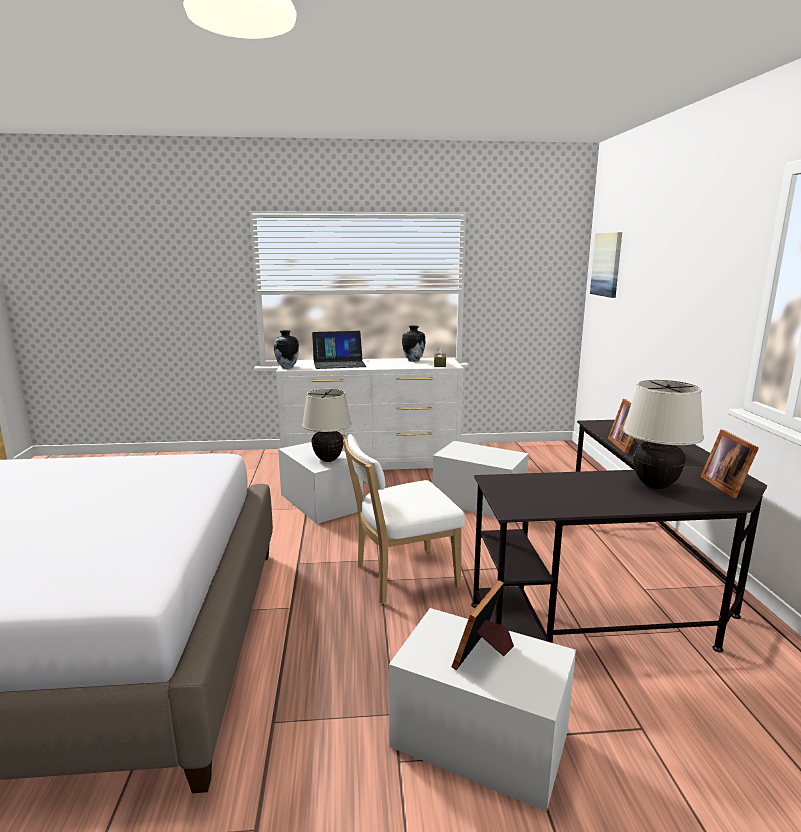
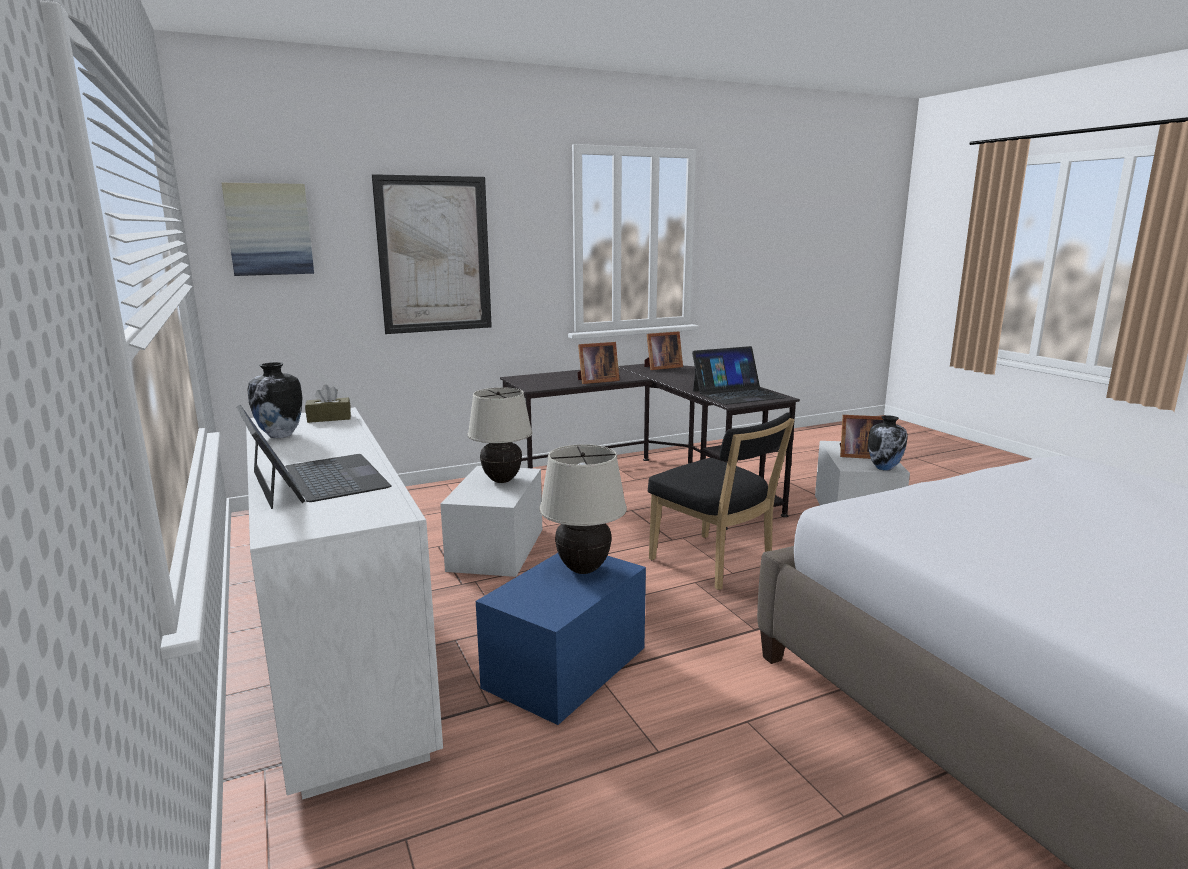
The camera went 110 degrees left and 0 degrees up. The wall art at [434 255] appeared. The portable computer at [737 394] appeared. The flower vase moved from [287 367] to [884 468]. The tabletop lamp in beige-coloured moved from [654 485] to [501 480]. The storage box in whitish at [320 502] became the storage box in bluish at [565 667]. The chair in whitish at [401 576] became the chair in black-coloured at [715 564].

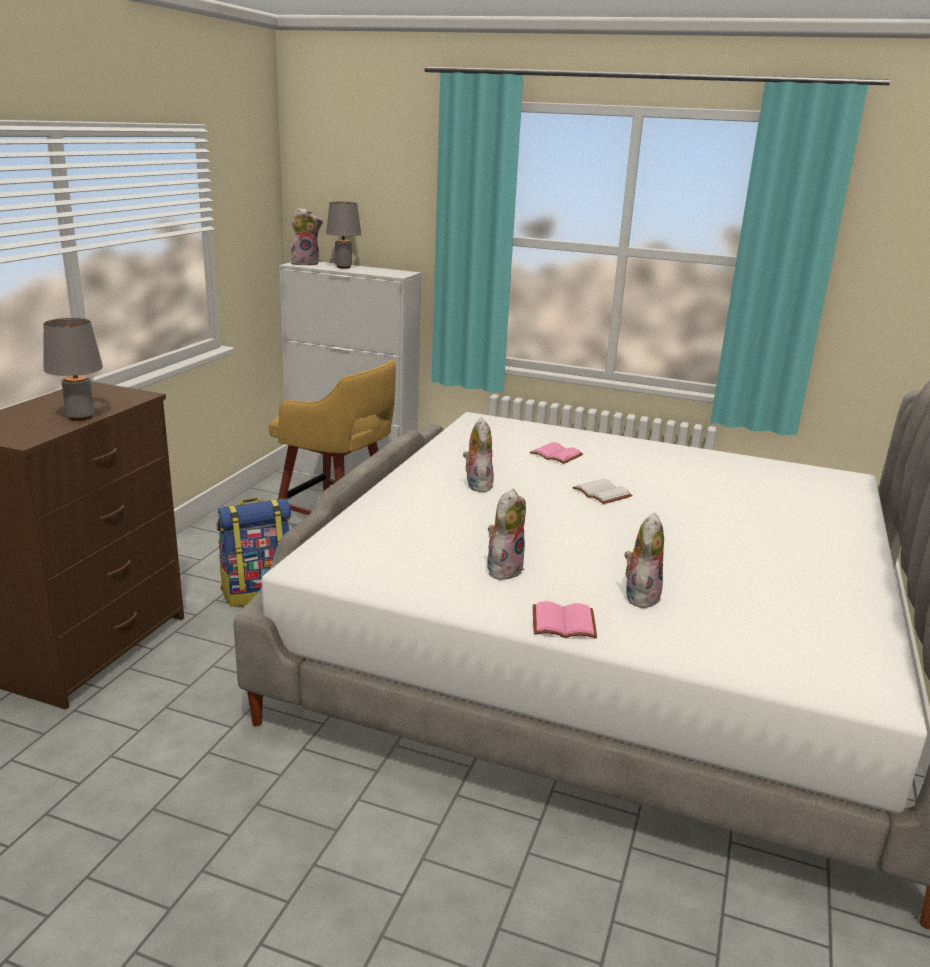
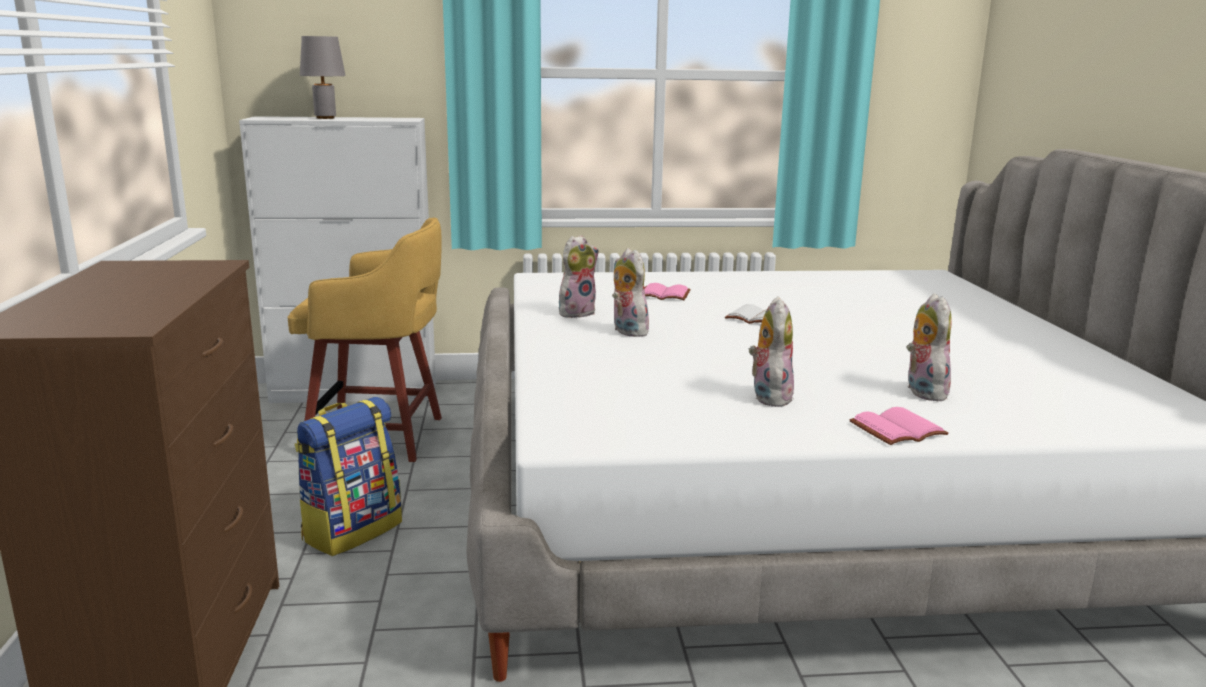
The camera went 25 degrees left and 5 degrees down. The tabletop lamp in gray at [80 417] disappeared. The cuddly toy moved from [306 263] to [576 312].

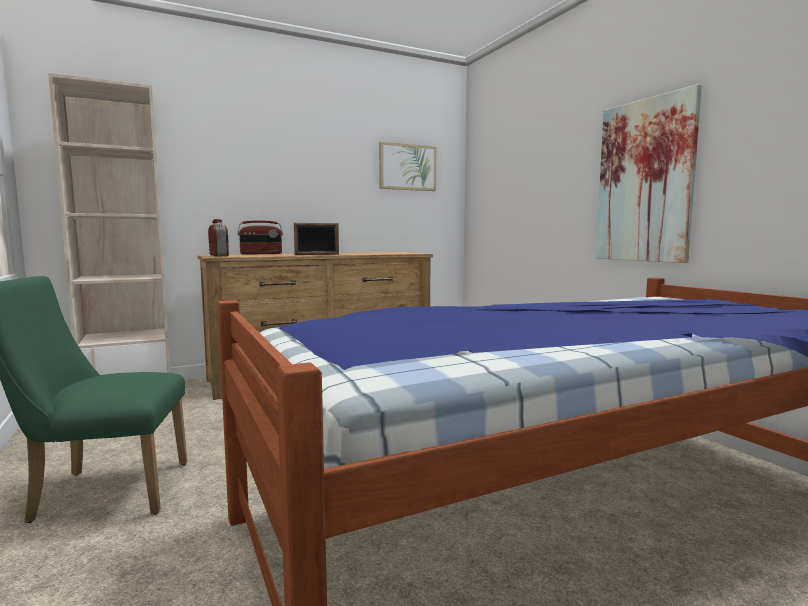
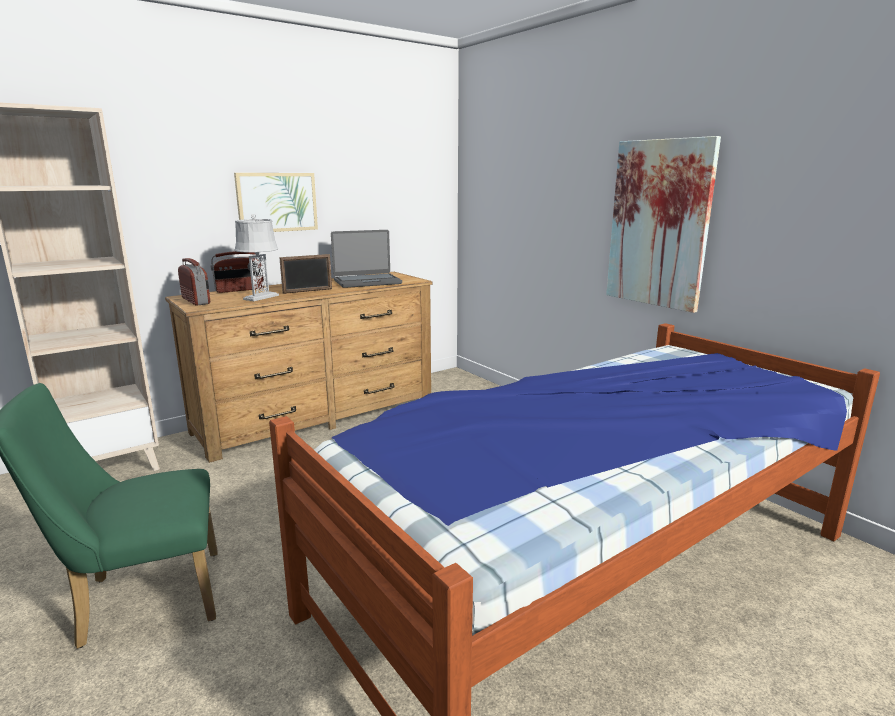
The camera went 10 degrees left and 10 degrees up. The tabletop lamp in gray at [261 297] appeared. The portable computer at [367 282] appeared. The wall art moved from [407 167] to [277 202].

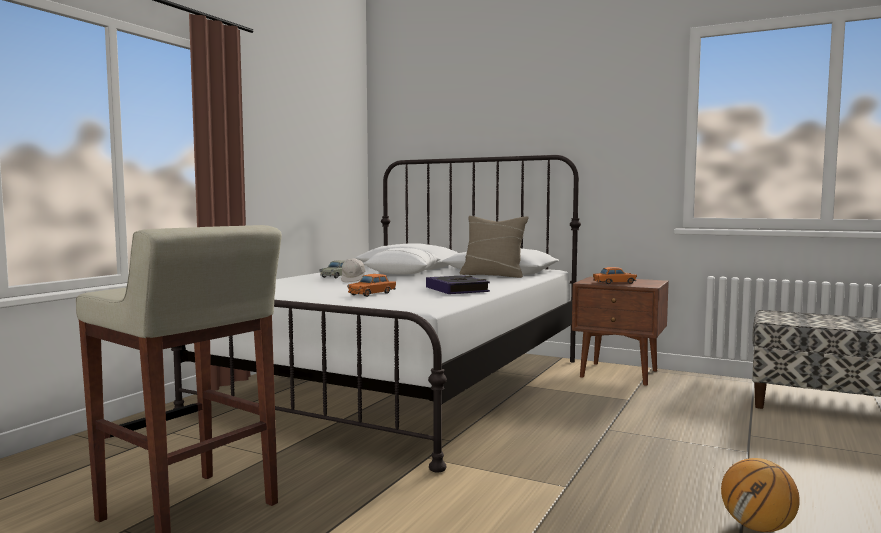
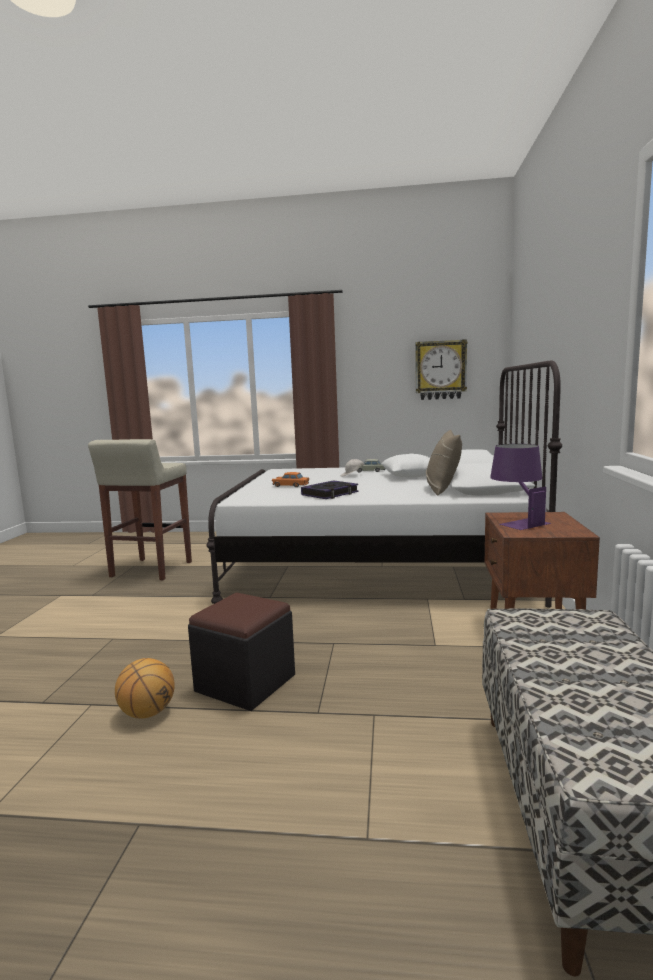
The camera went 70 degrees right and 5 degrees up. The ottoman in black-coloured at [245 683] appeared. The clock on the wall at [440 370] appeared. The model car in orangey at [614 283] was replaced by the tabletop lamp in purplish at [517 522].

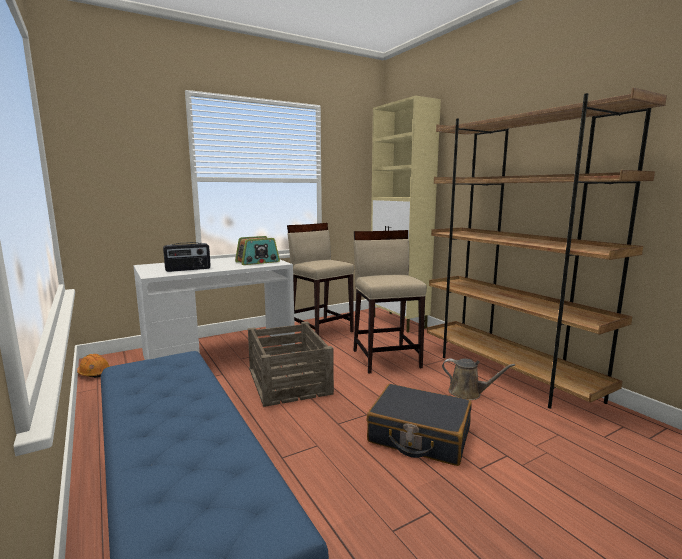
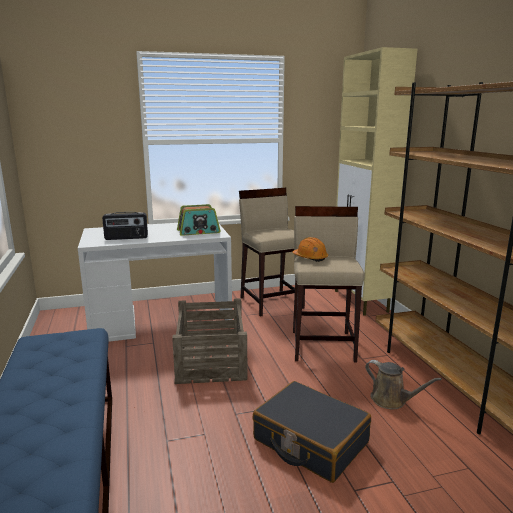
The camera went 15 degrees right and 5 degrees up. The safety helmet in orangey moved from [94 373] to [310 258].

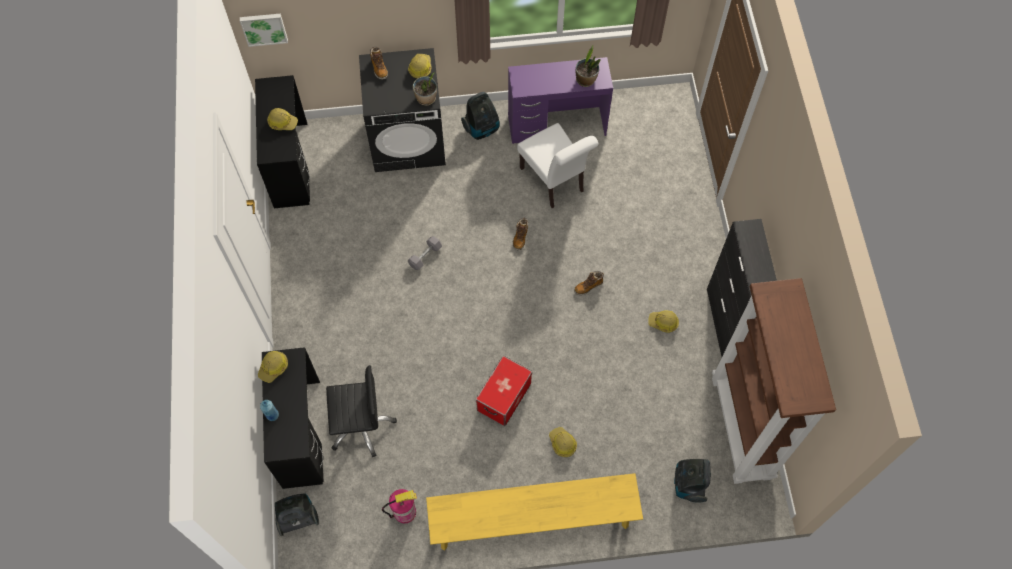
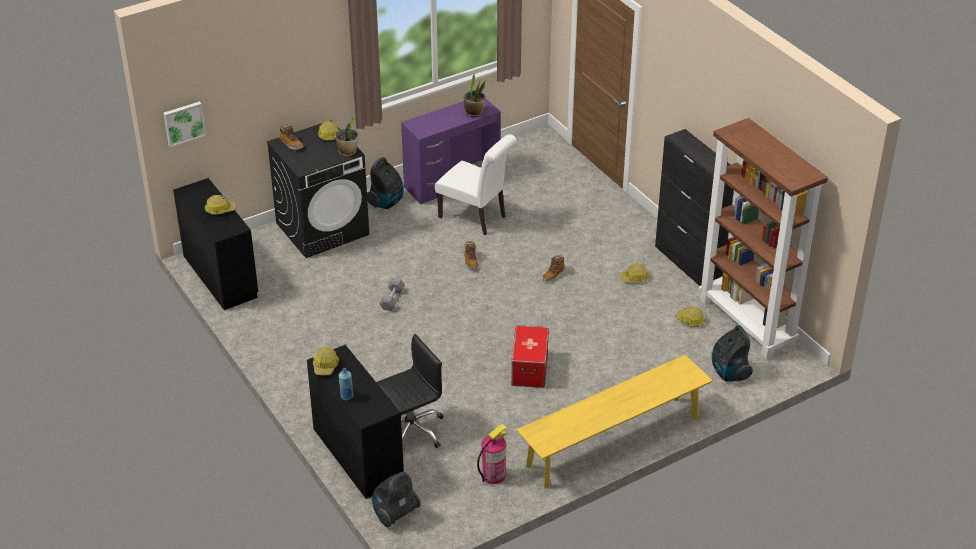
The camera went 25 degrees left and 25 degrees down. The safety helmet moved from [562 443] to [690 320].

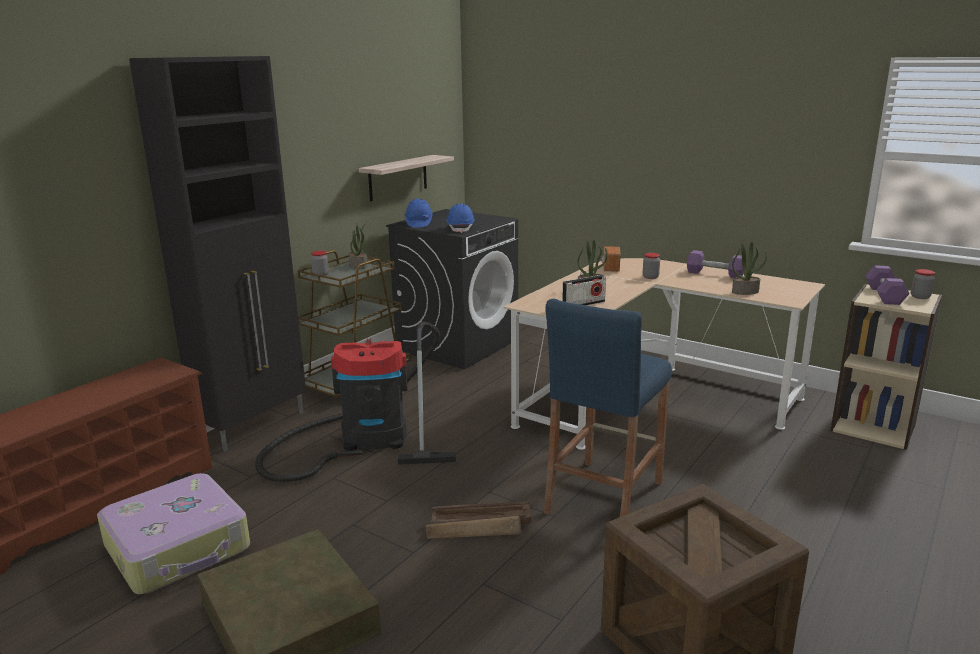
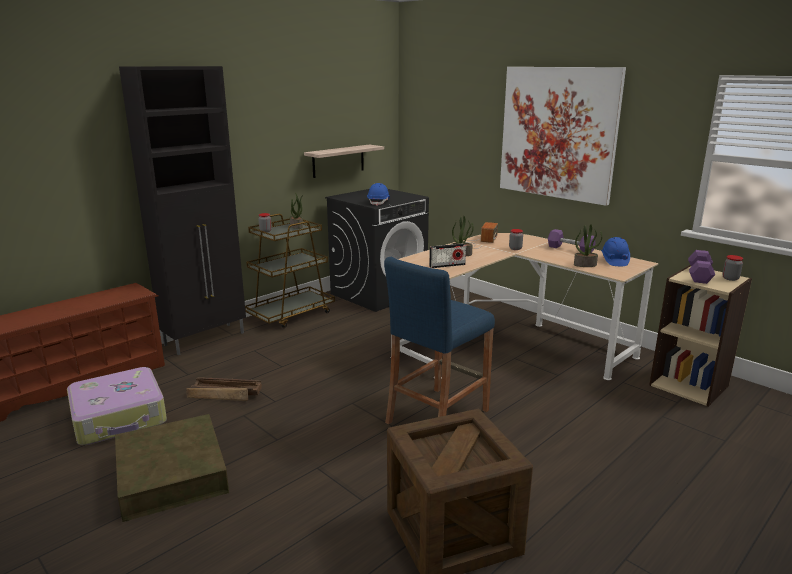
The camera went 10 degrees right and 0 degrees up. The vacuum at [366 440] disappeared. The wall art at [558 133] appeared. The safety helmet in bluish moved from [418 223] to [614 261]. The crate moved from [480 528] to [225 395].

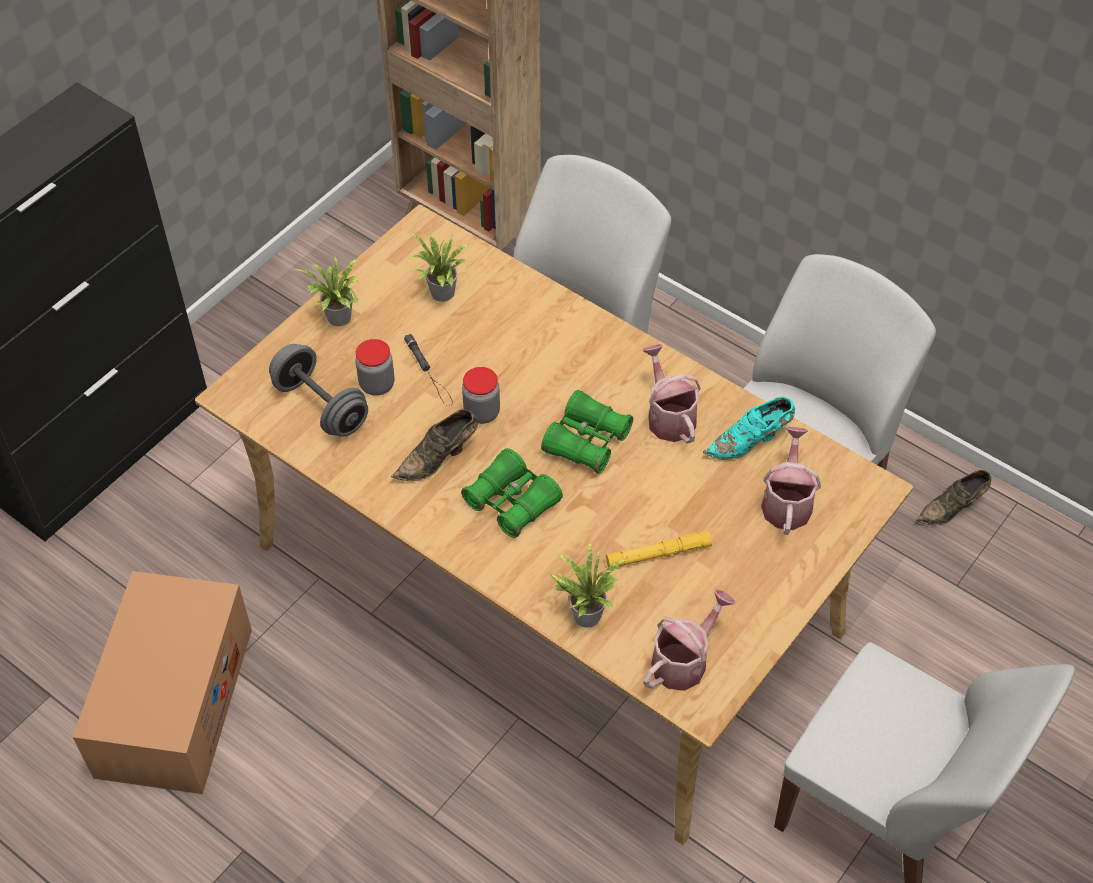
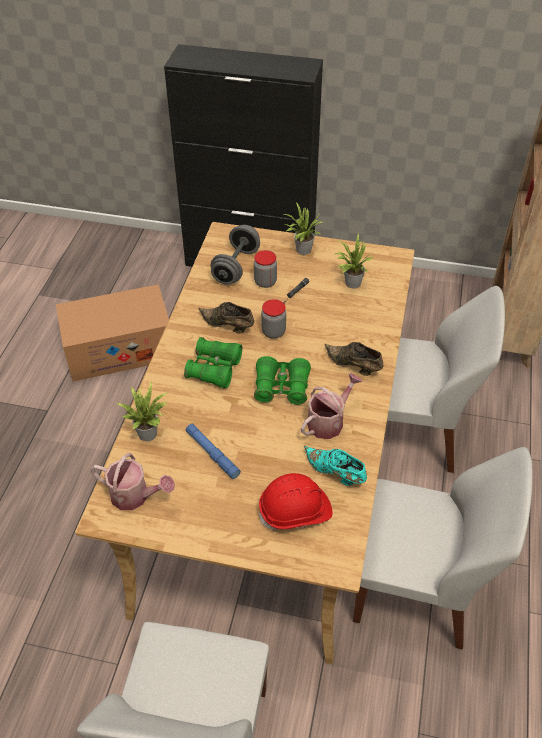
The camera went 65 degrees right and 5 degrees down. The shoe in brownish moved from [953 508] to [354 366]. The watering can at [787 502] was replaced by the safety helmet in red-coloured at [295 512]. The torch in yellow-coloured at [658 554] became the torch in bluish at [212 454].

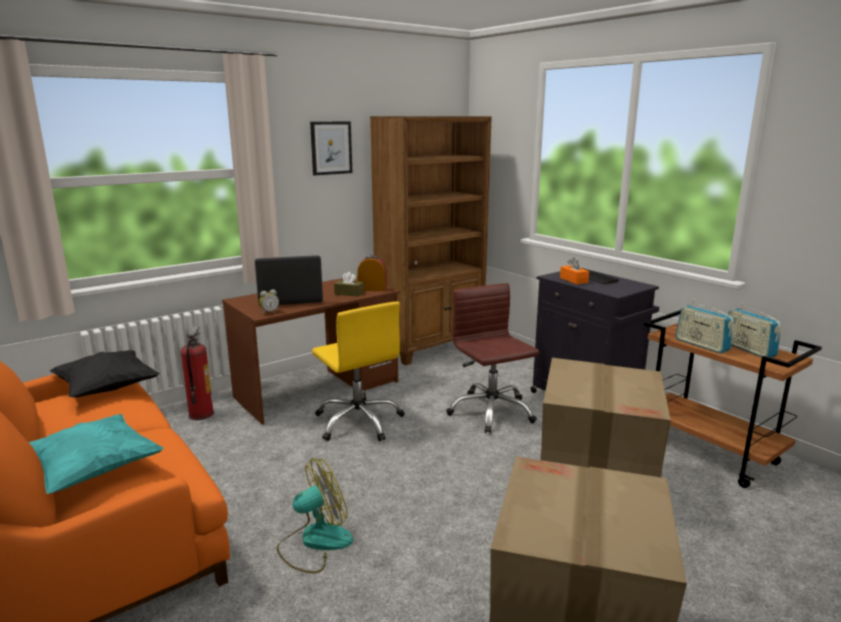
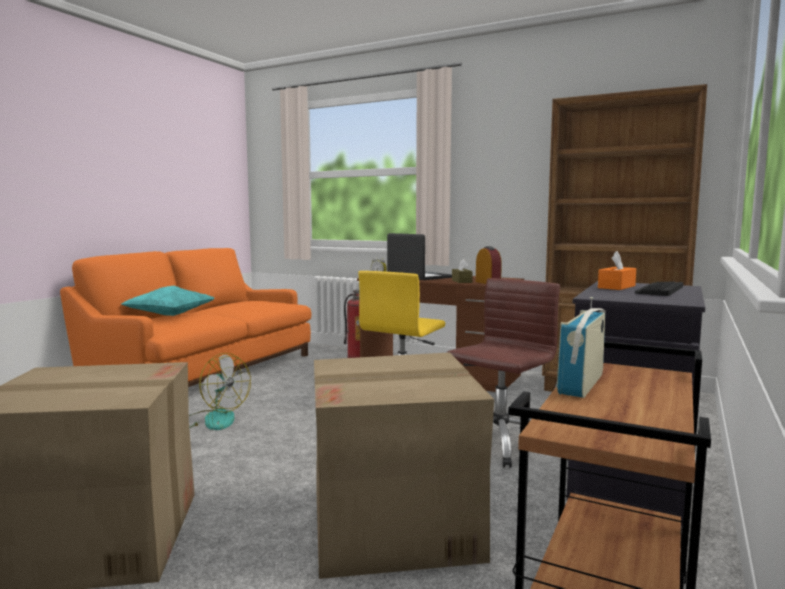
The camera went 65 degrees right and 10 degrees down. The pillow in black-coloured at [107 389] disappeared. The wall art at [331 148] disappeared. The radio receiver at [748 349] disappeared.

